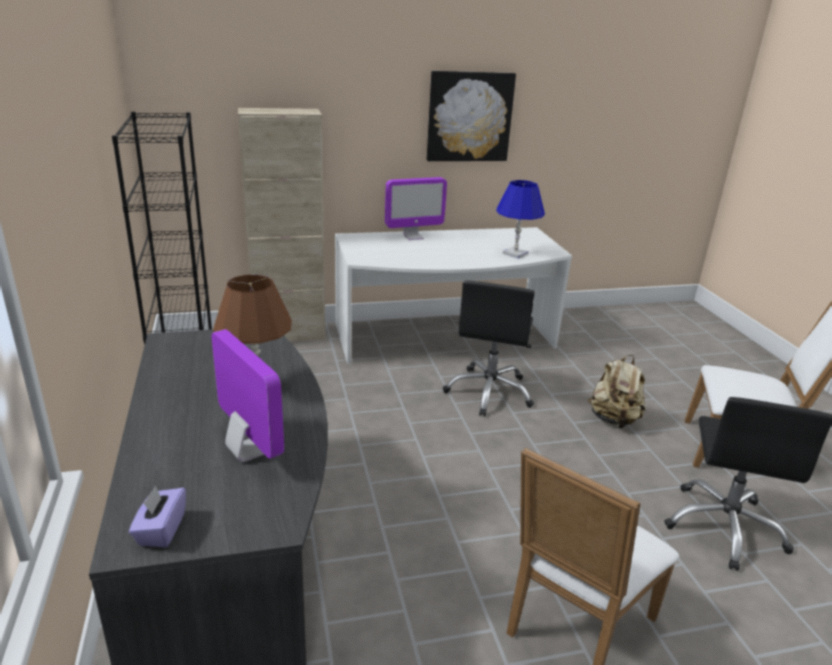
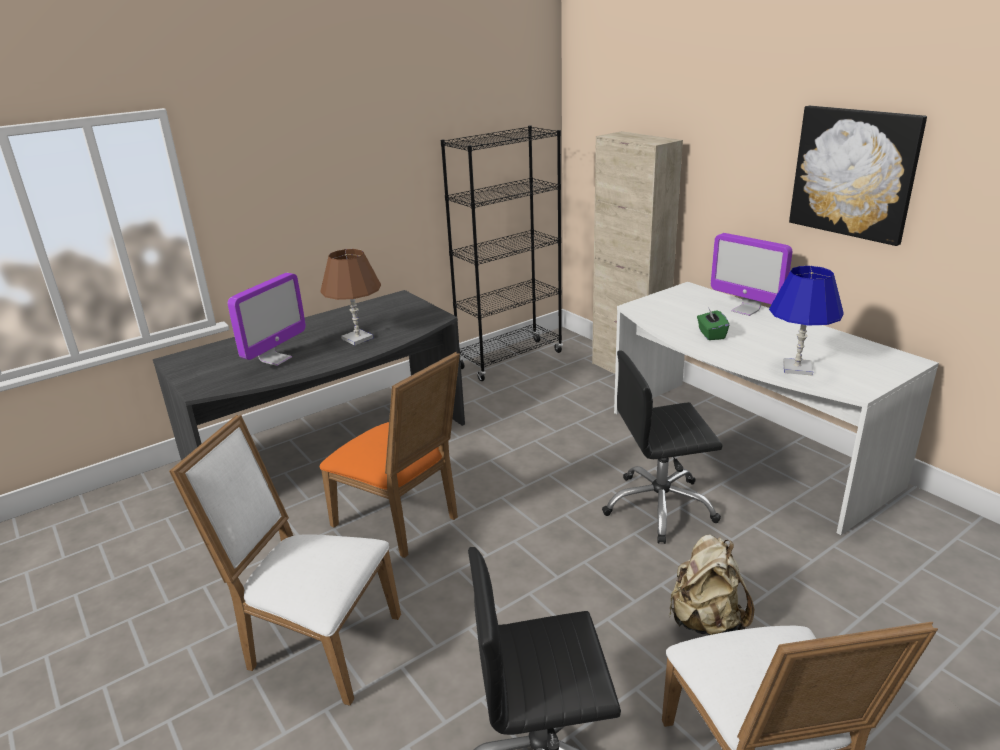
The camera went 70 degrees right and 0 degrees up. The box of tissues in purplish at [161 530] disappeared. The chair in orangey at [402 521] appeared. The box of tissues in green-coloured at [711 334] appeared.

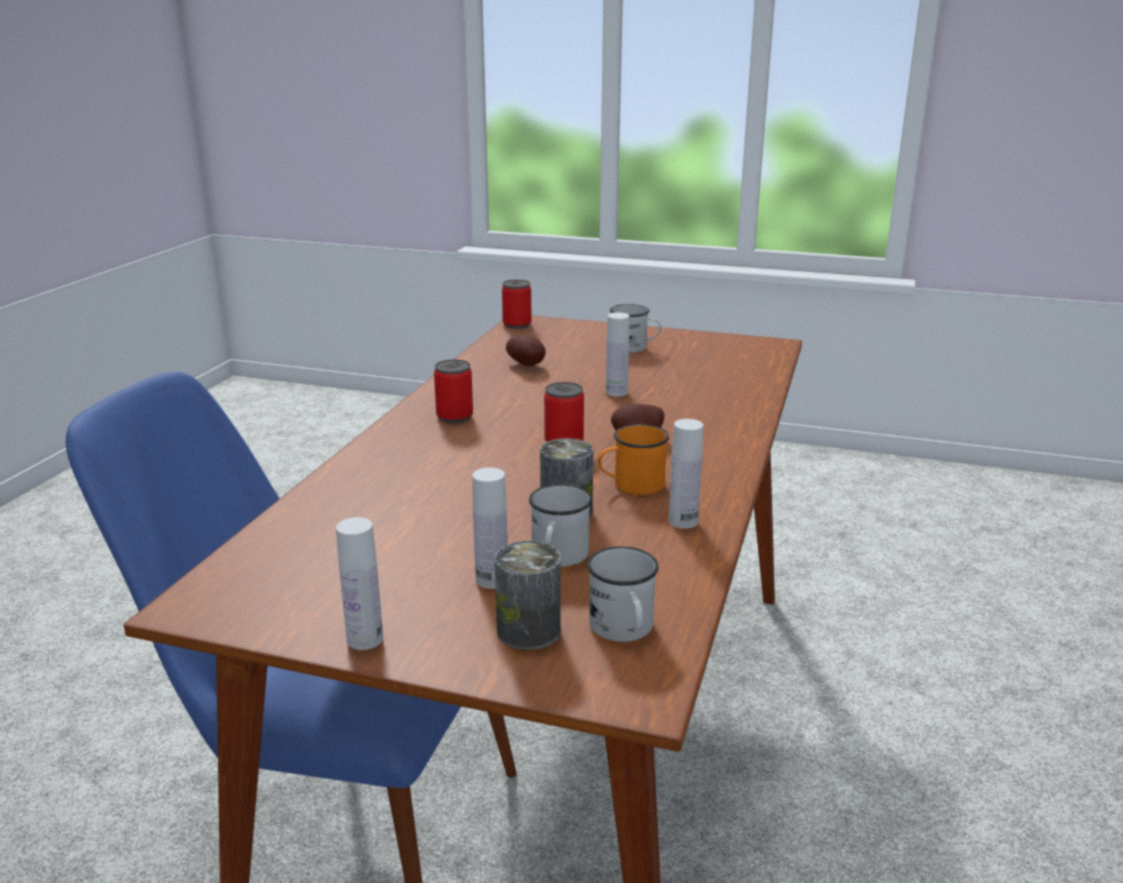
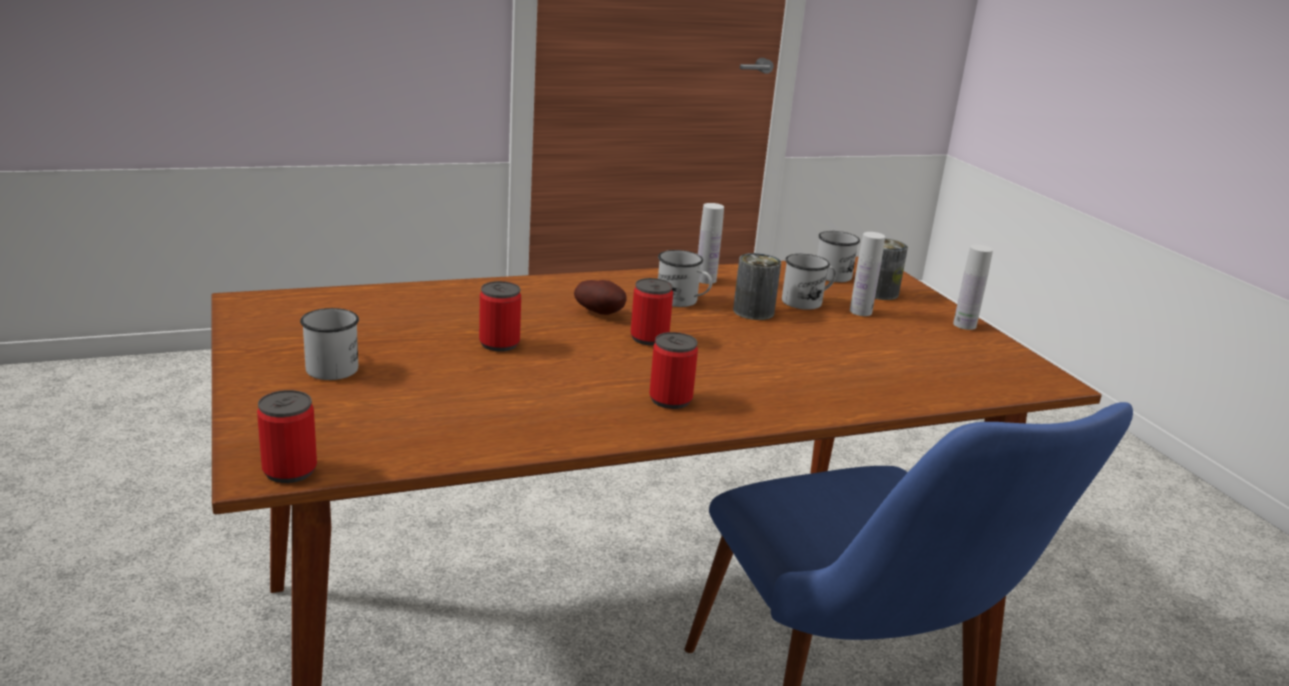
The camera went 130 degrees left and 0 degrees up. The whole potato at [527 365] disappeared. The bottle in whitish at [616 392] was replaced by the can at [499 344]. The mug in orangey at [631 485] became the mug in whitish at [682 301].

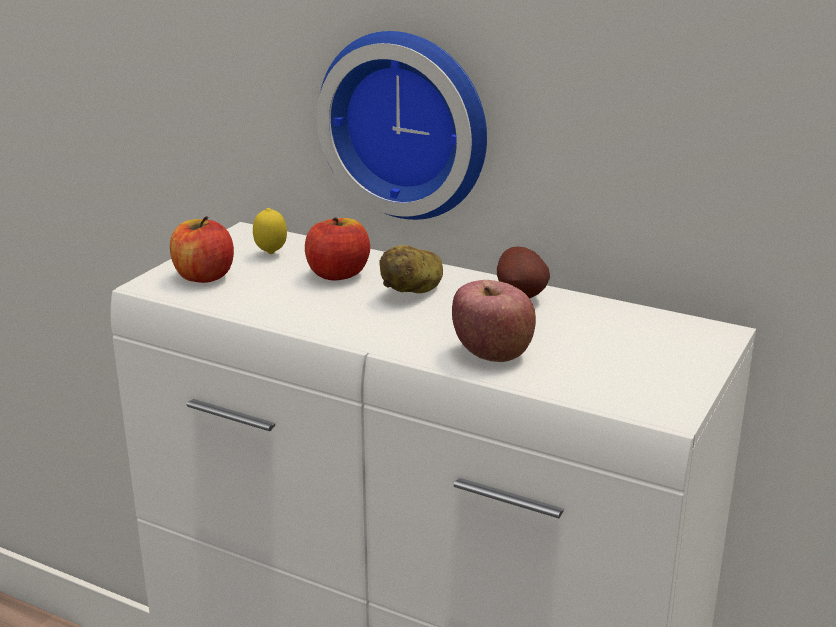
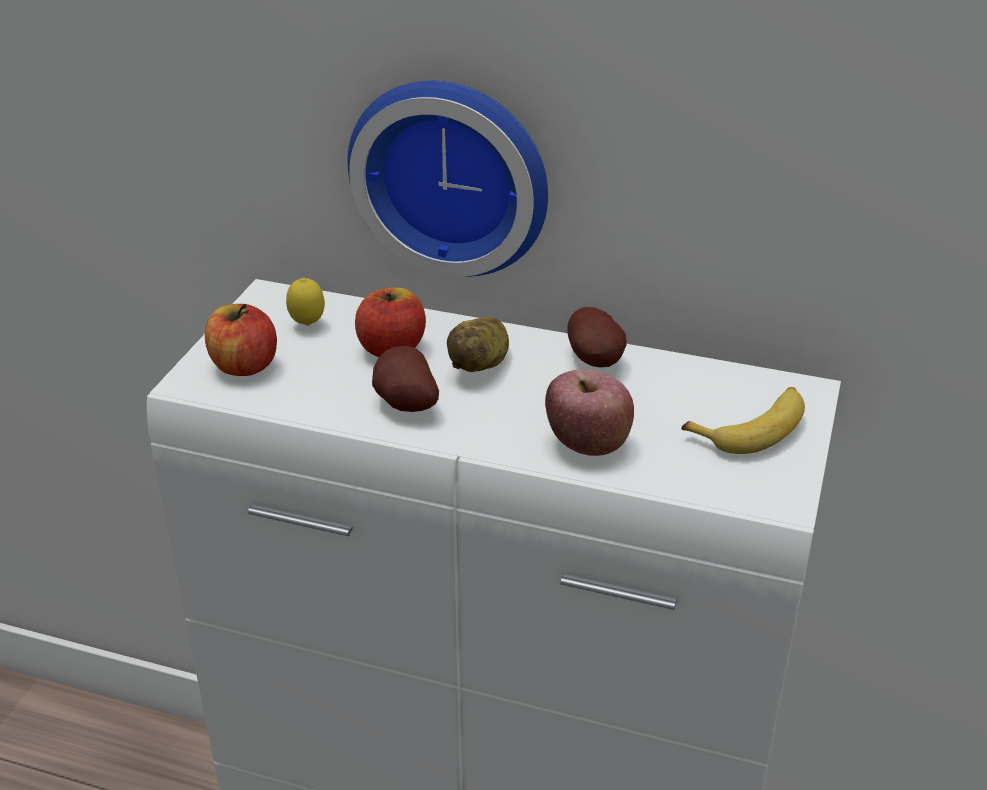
The camera went 10 degrees left and 10 degrees up. The whole potato at [403 404] appeared. The whole banana at [752 428] appeared.

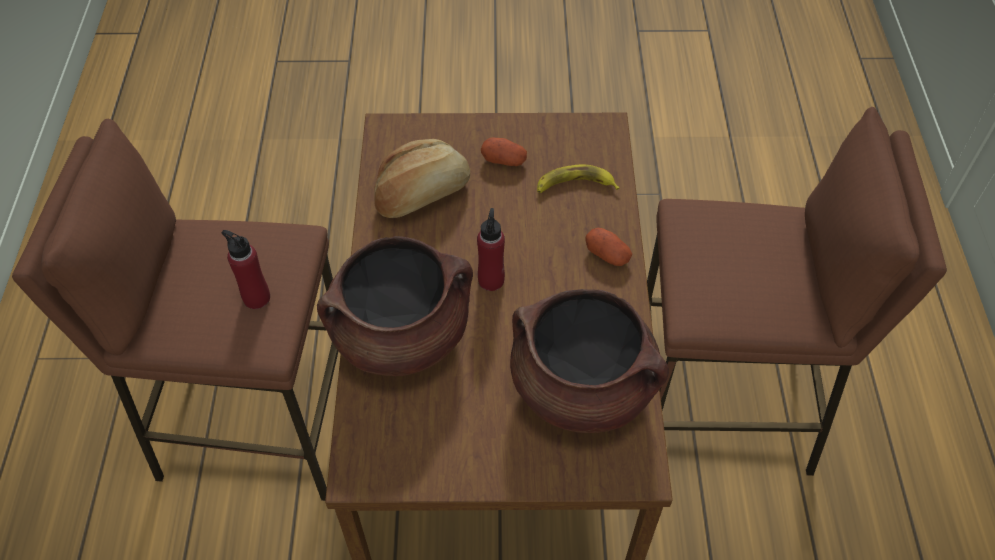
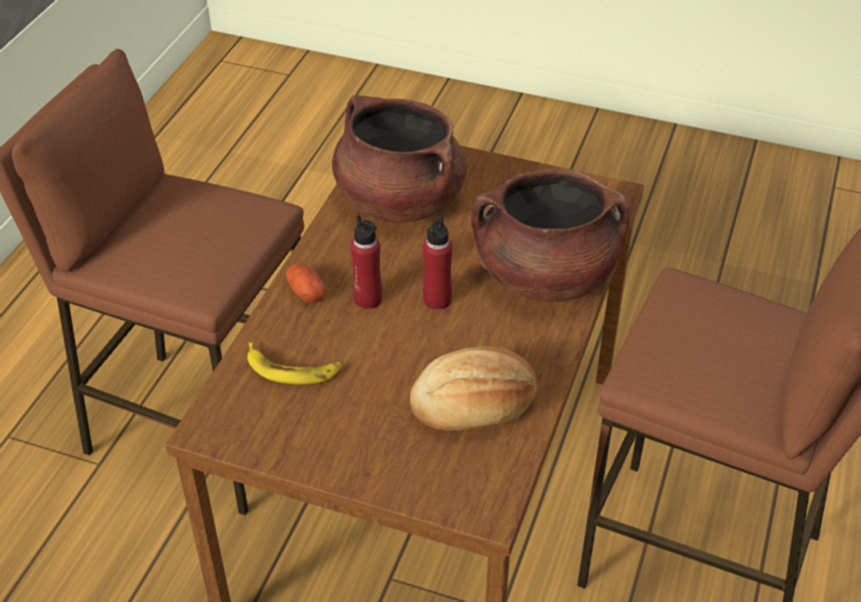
The camera went 160 degrees left and 10 degrees down. The whole potato at [504 160] disappeared. The bottle in red-coloured moved from [256 297] to [368 299].

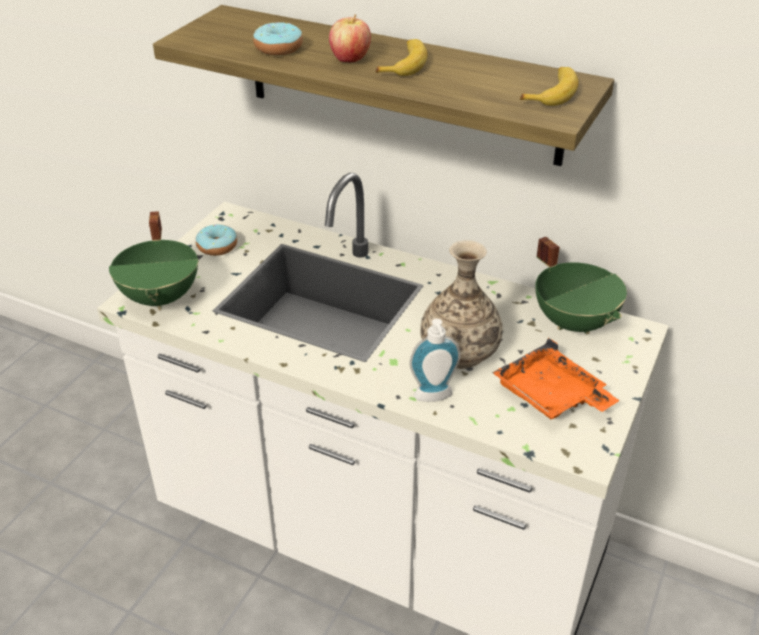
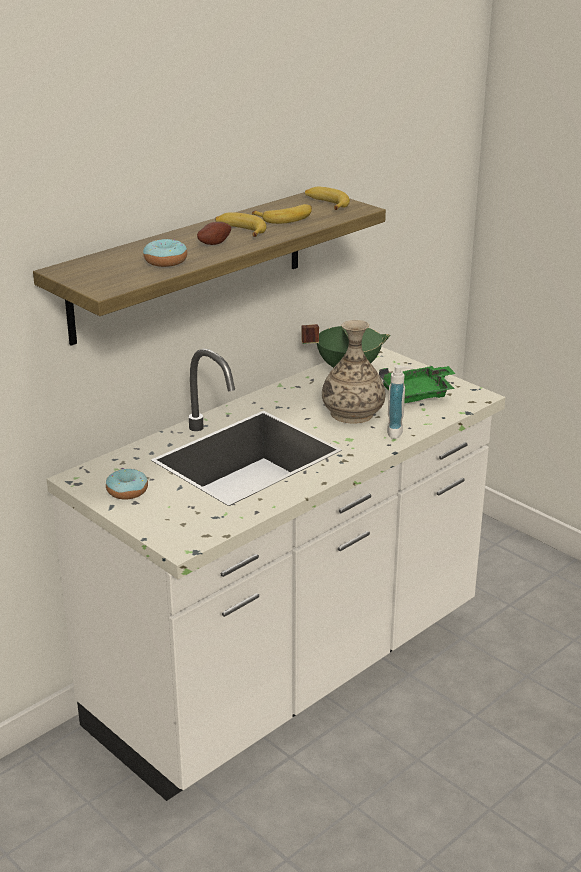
The camera went 70 degrees left and 10 degrees down. The cooking pot in green-coloured at [162 297] disappeared. The whole banana at [286 218] appeared. The apple at [350 59] was replaced by the whole potato at [213 243]. The serving tray in orangey at [551 396] became the serving tray in green-coloured at [418 394].

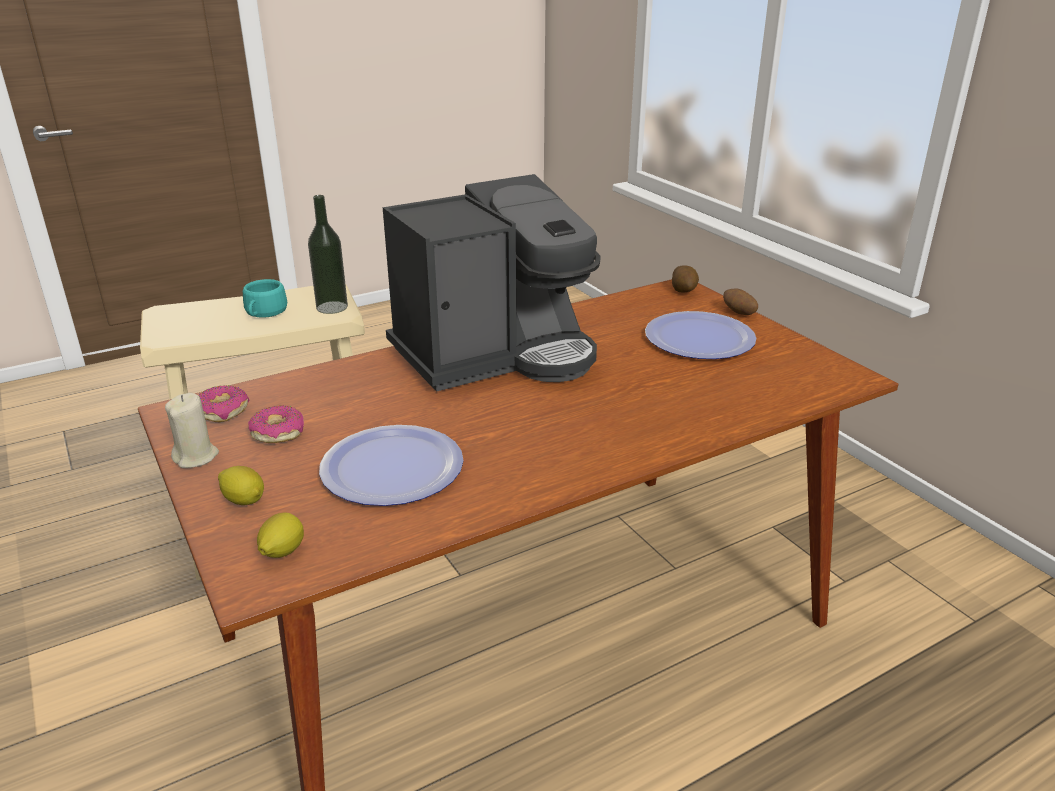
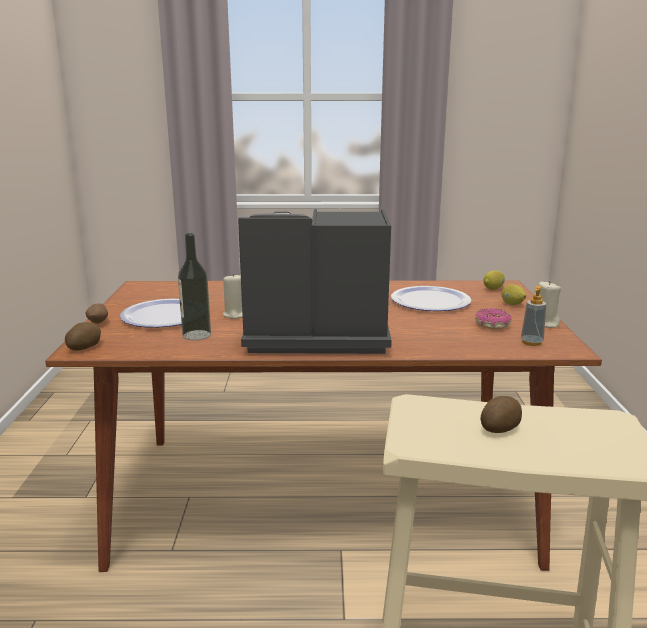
The camera went 150 degrees left and 10 degrees down. The candle in beige-coloured at [235 314] appeared. The bottle moved from [332 307] to [196 335]. The donut at [223 411] was replaced by the liquid soap bottle at [531 342]. The cup in turquoise at [264 313] was replaced by the whole potato at [500 427].

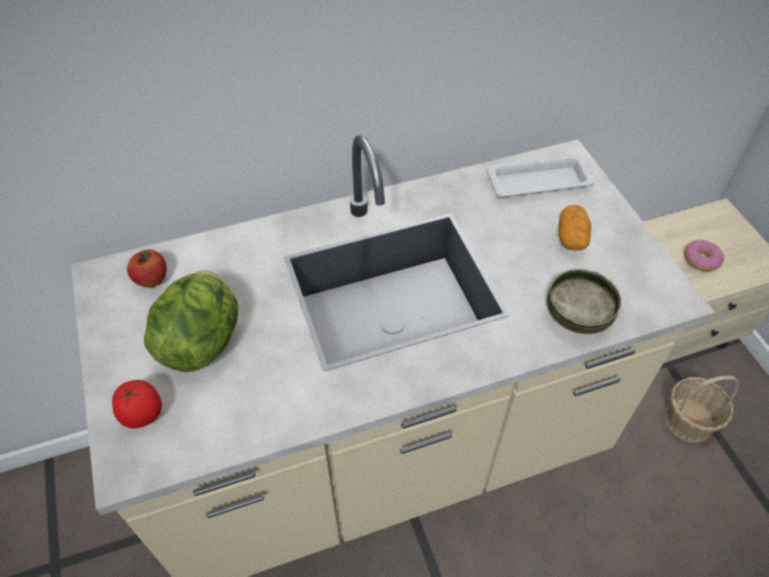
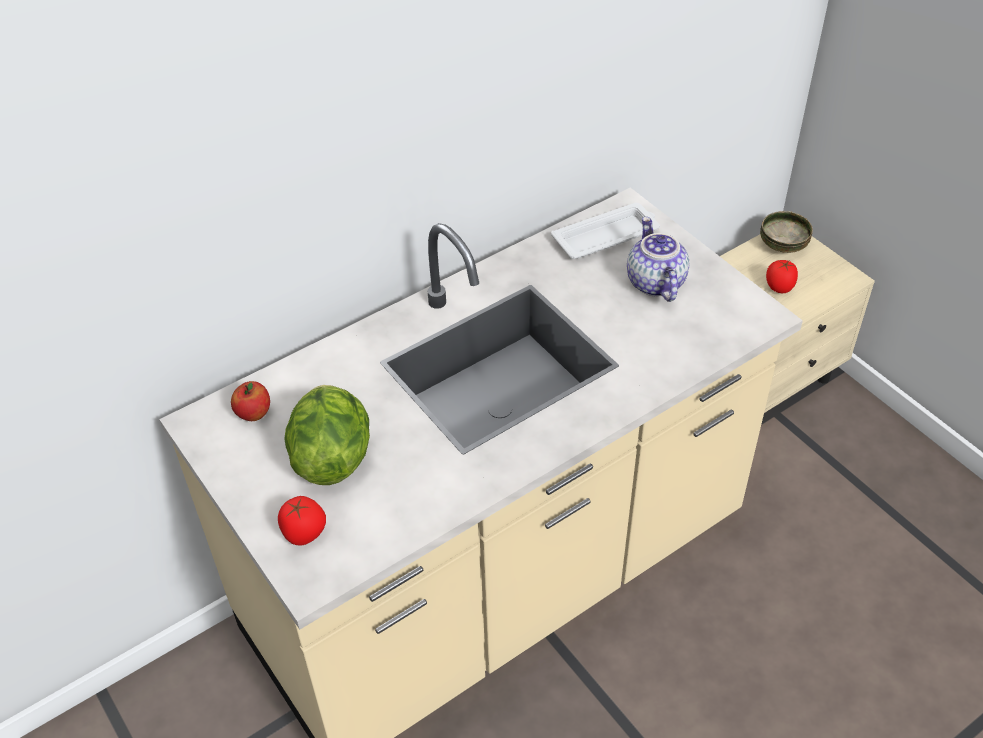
The camera went 15 degrees left and 5 degrees down. The basket at [689 421] disappeared. The bowl moved from [577 315] to [782 245]. The whole potato at [571 237] was replaced by the pot for tea at [654 282]. The donut at [701 260] was replaced by the fresh tomato at [779 287].

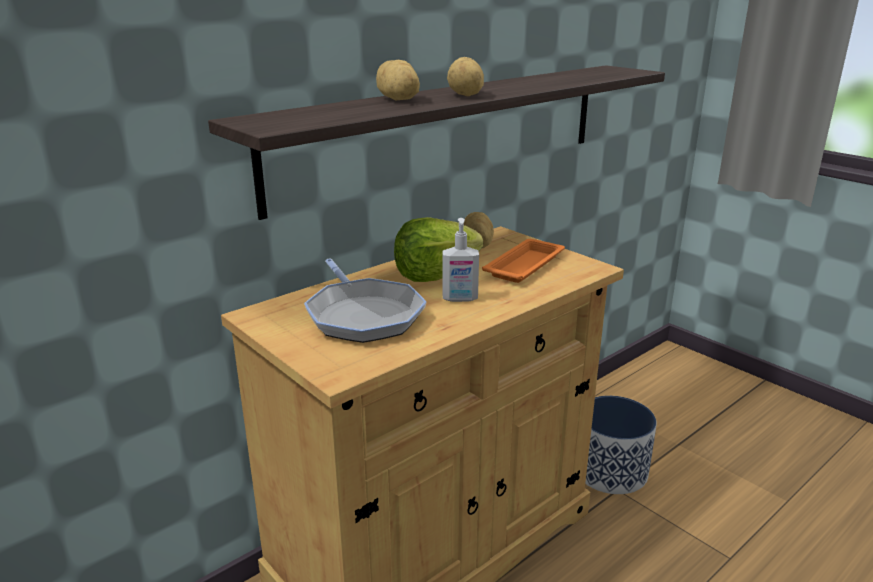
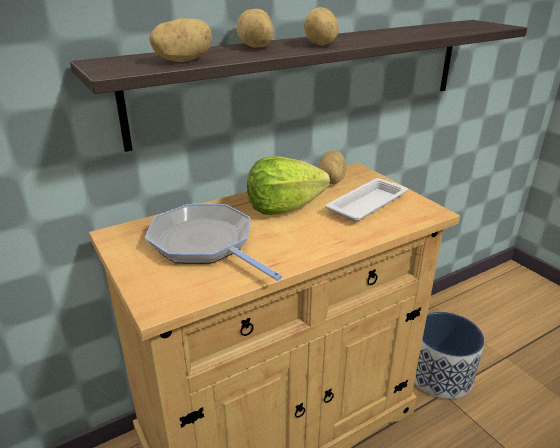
The camera went 10 degrees right and 5 degrees up. The liquid soap bottle at [460 299] disappeared. The whole potato at [183 60] appeared. The serving tray in orangey at [525 265] became the serving tray in whitish at [368 204]. The pan at [363 315] turned 150 degrees clockwise.

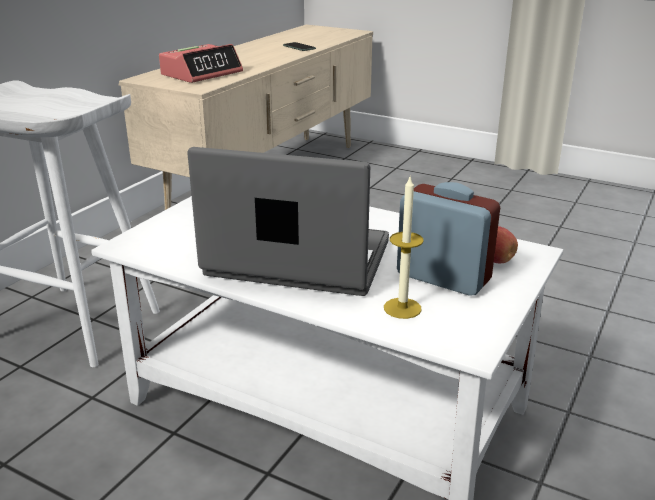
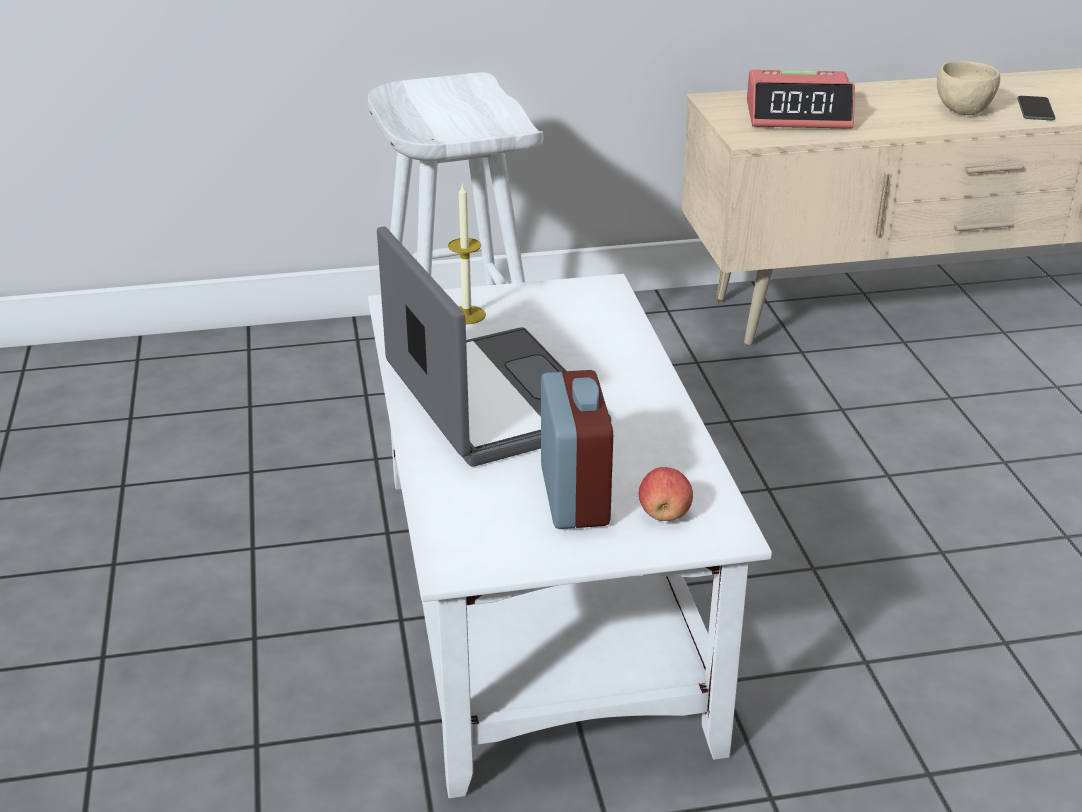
The camera went 50 degrees right and 5 degrees up. The bowl in beige-coloured at [961 110] appeared. The candle moved from [402 308] to [466 315].

